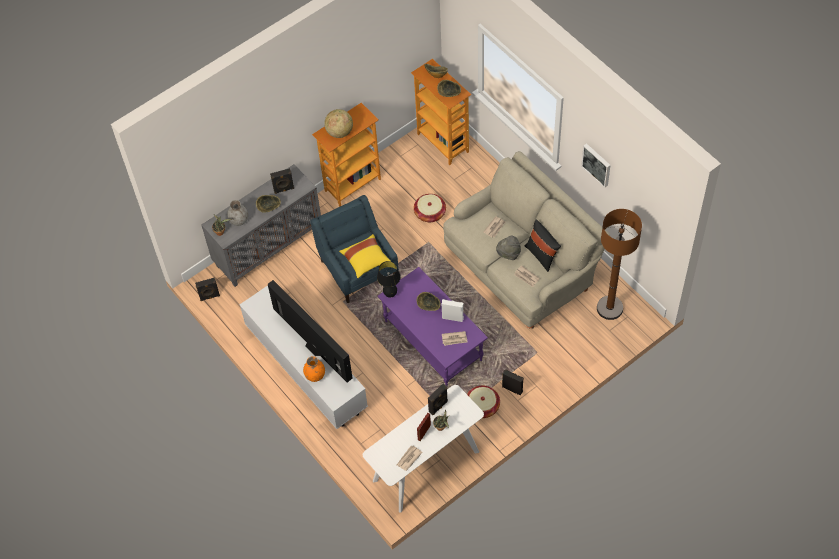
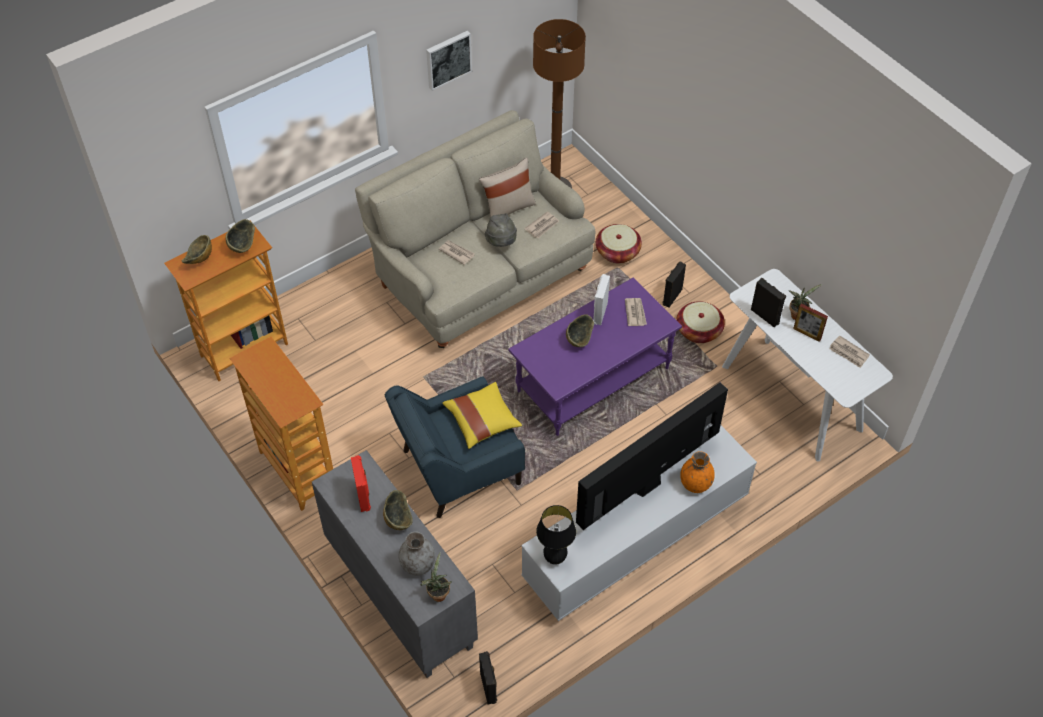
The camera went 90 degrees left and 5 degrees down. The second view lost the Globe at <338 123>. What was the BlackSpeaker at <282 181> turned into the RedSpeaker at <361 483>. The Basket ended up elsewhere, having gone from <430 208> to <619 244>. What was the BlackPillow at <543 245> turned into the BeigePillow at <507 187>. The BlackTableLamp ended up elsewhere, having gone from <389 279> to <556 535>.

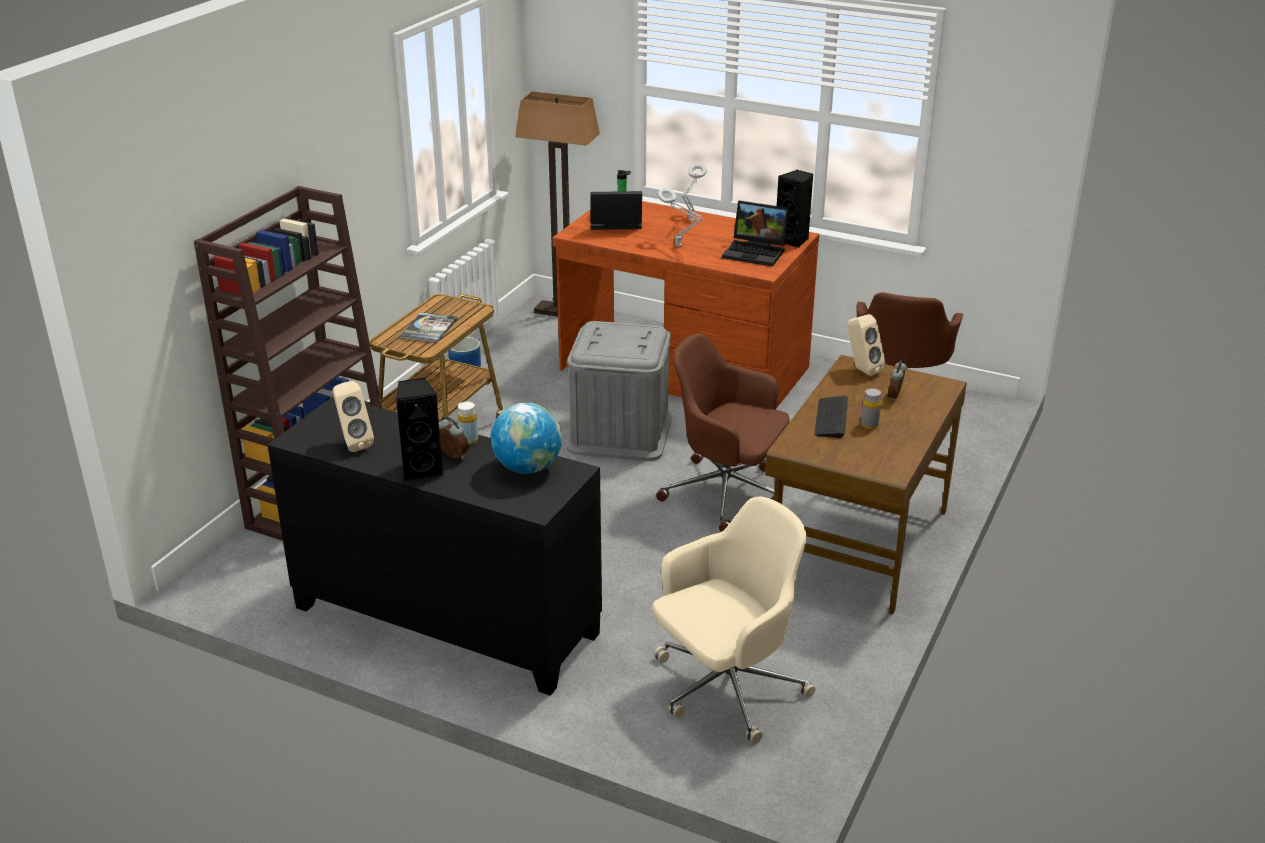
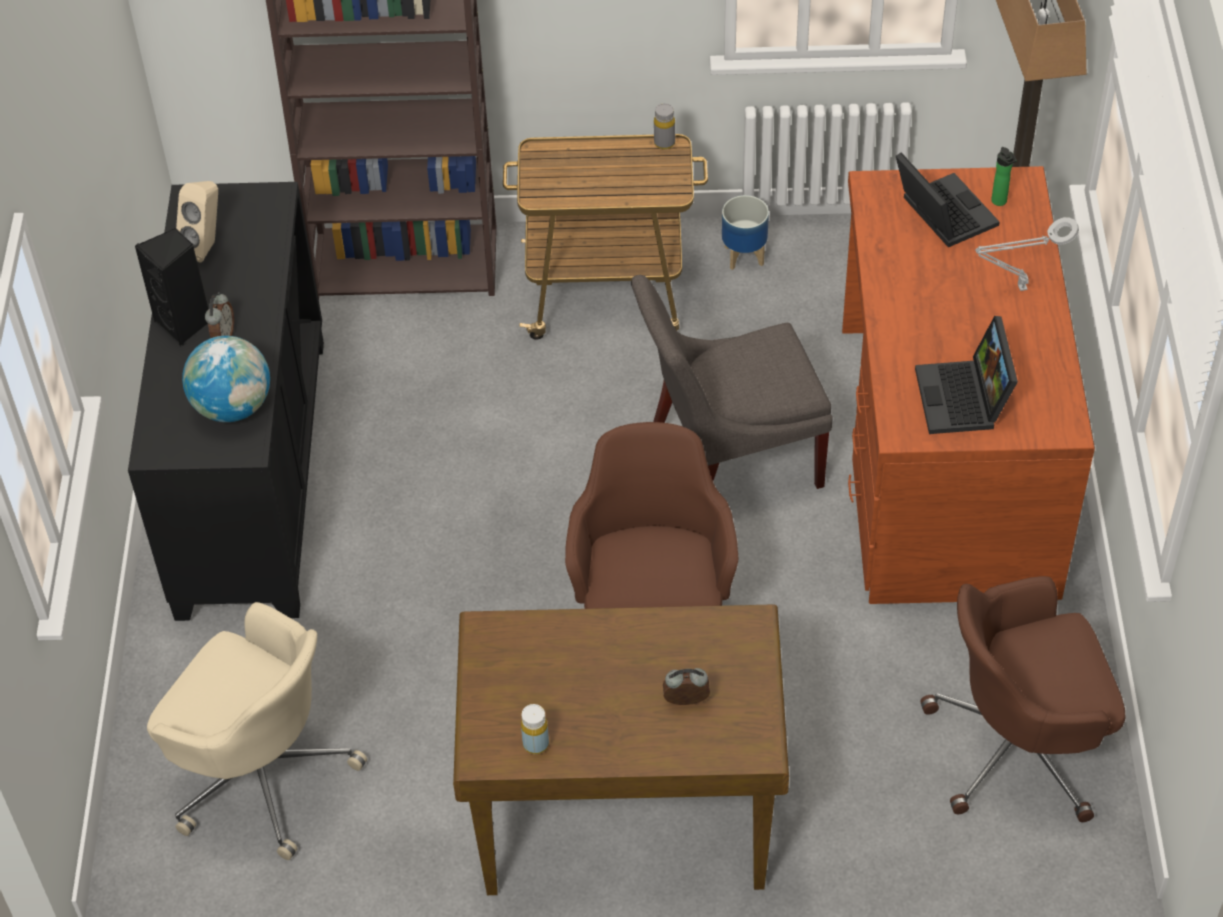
The camera went 65 degrees right and 20 degrees up. The second view lost the BlackSpeaker at <795 208>. The second view lost the GreyTableLamp at <679 217>. The second view lost the Book at <428 327>. The second view lost the BeigeSpeaker at <866 345>. Where the GreyStorageBox stood at <619 391>, the GreyChair came to stand at <732 382>. The GreyBottle ended up elsewhere, having gone from <871 408> to <664 126>. The second view lost the Keyboard at <831 417>. The YellowBottle ended up elsewhere, having gone from <467 423> to <535 729>.

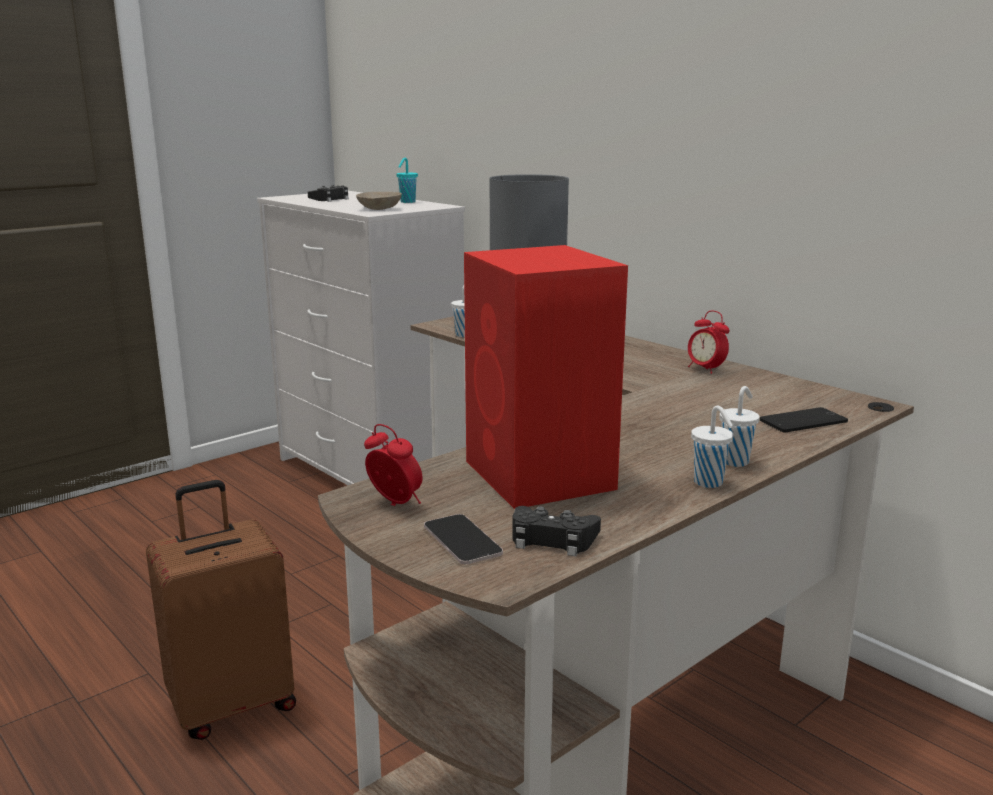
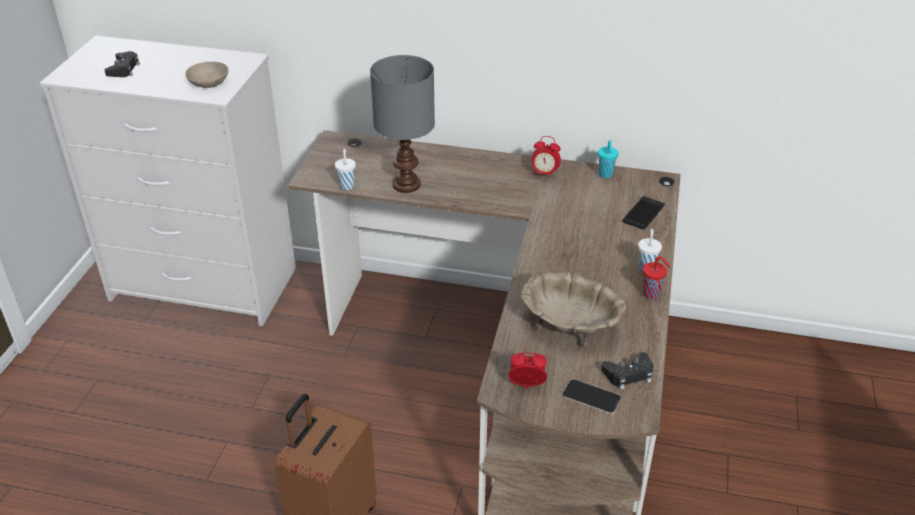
The camera went 35 degrees left and 20 degrees up. The TurquoiseCup ended up elsewhere, having gone from <407 180> to <608 159>. Where the RedSpeaker stood at <546 377>, the BeigeBowl came to stand at <573 310>. What was the WhiteCup at <712 446> turned into the RedCup at <657 277>.

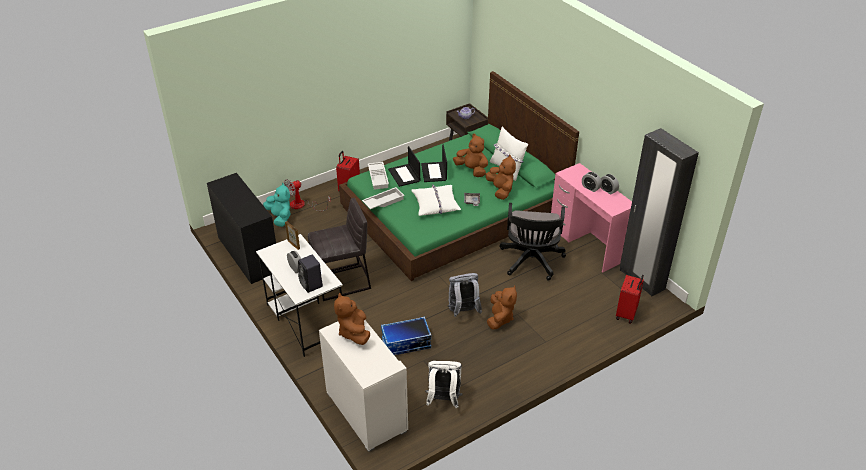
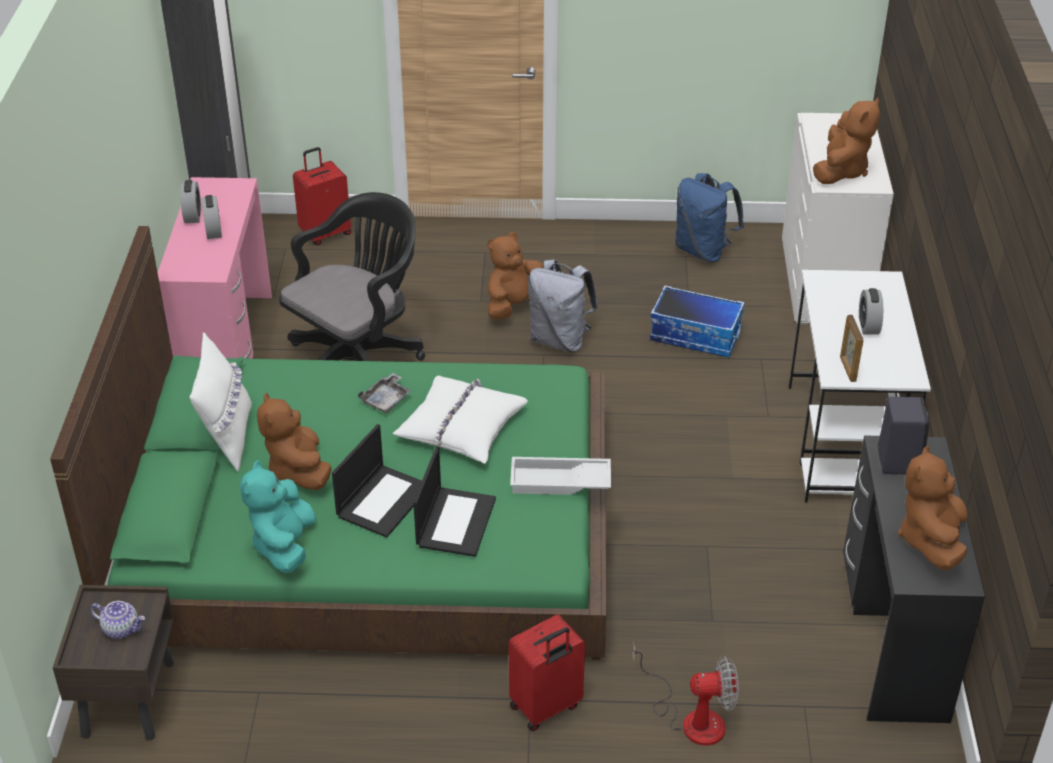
The camera went 145 degrees left and 0 degrees up. The BrownPlushToy ended up elsewhere, having gone from <501 177> to <933 507>. The second view lost the WhiteTray at <378 176>. The TurquoisePlushToy ended up elsewhere, having gone from <277 205> to <278 516>. The second view lost the GreyStool at <339 249>. The BlackSpeaker ended up elsewhere, having gone from <310 274> to <903 435>. What was the WhiteBackpack at <444 384> turned into the BlueBackpack at <709 218>.

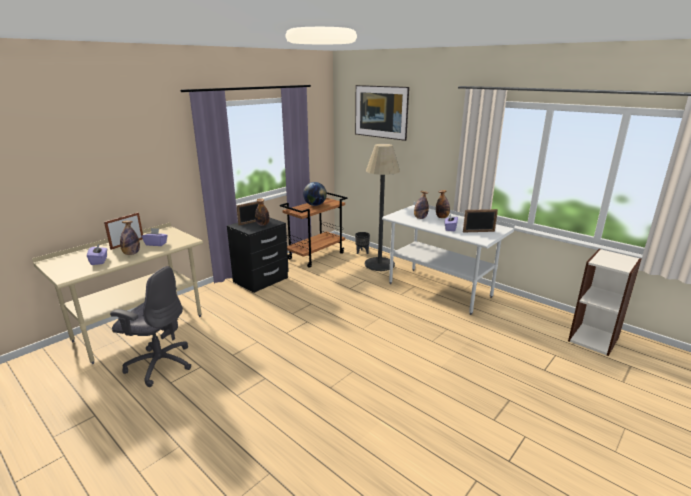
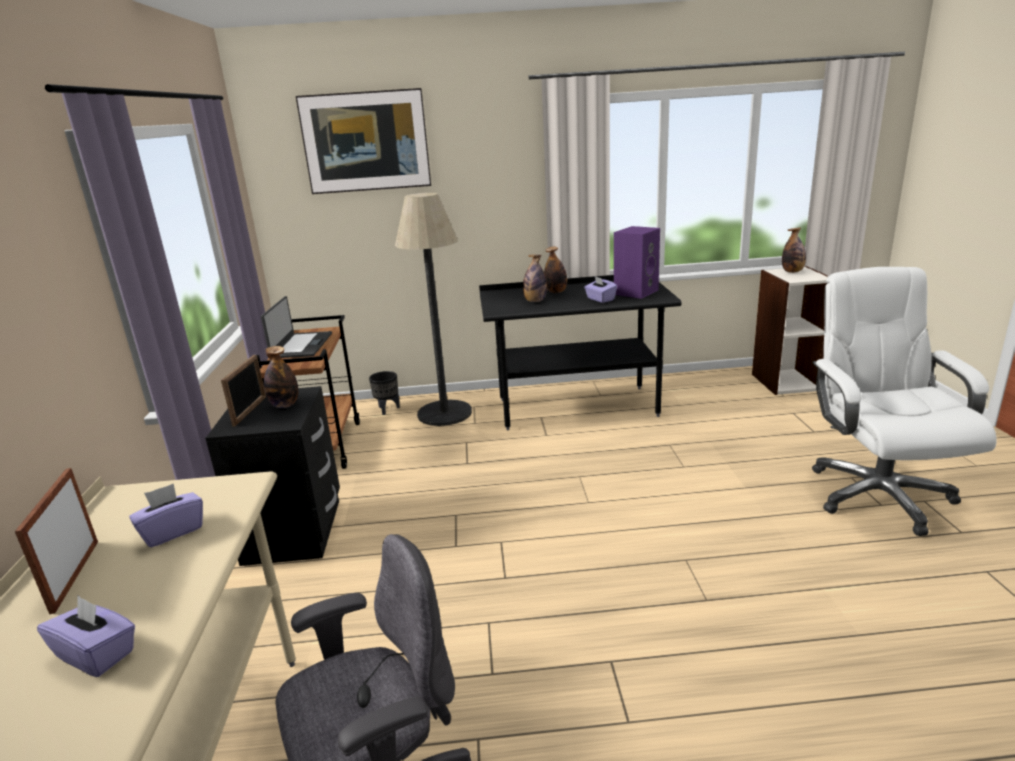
The camera went 45 degrees left and 0 degrees up. Where the Globe stood at <315 194>, the Laptop came to stand at <296 327>. What was the WhiteDesk at <448 258> turned into the BlackDesk at <580 352>. Where the PictureFrame stood at <480 220>, the PurpleSpeaker came to stand at <637 262>. The Bottle ended up elsewhere, having gone from <130 237> to <794 250>. The second view gained the WhiteOfficeChair at <904 401>.

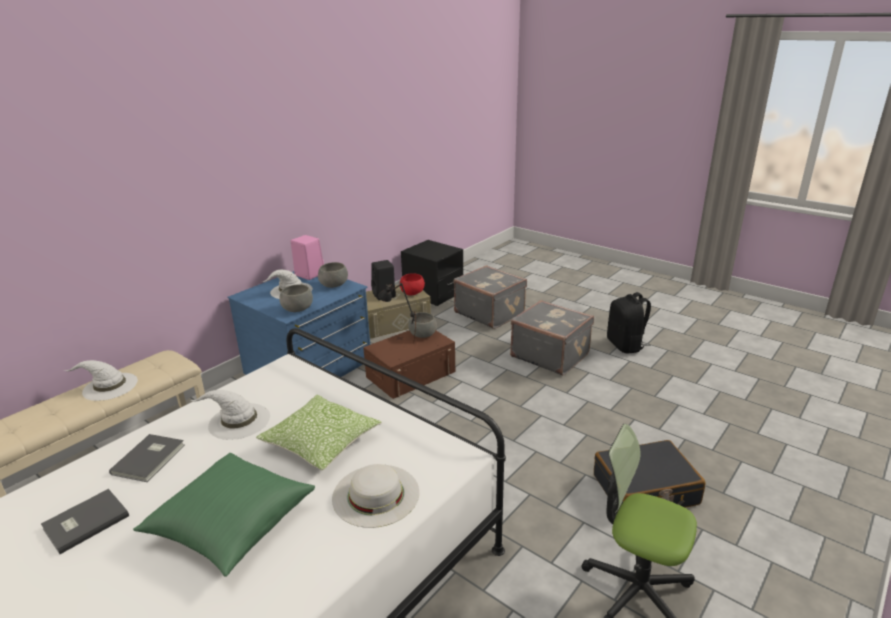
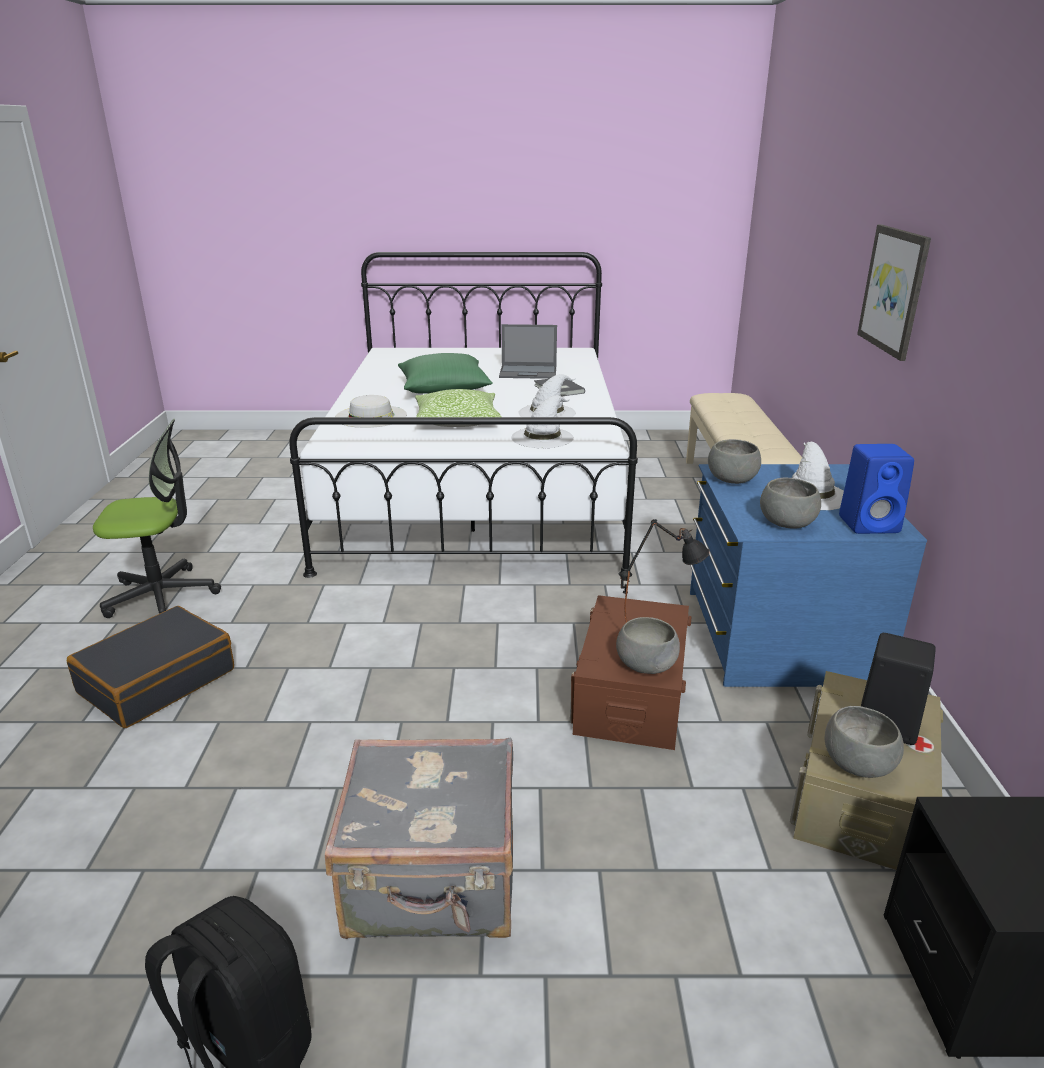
The camera went 140 degrees right and 0 degrees up. What was the PinkSpeaker at <307 257> turned into the BlueSpeaker at <876 489>. The second view lost the GreySuitcase at <490 297>. What was the RedBowl at <412 284> turned into the GreyBowl at <864 742>. The WhiteHat ended up elsewhere, having gone from <101 380> to <542 421>. Where the GreyBook stood at <85 521>, the Laptop came to stand at <528 351>. The second view gained the Picture at <894 293>.

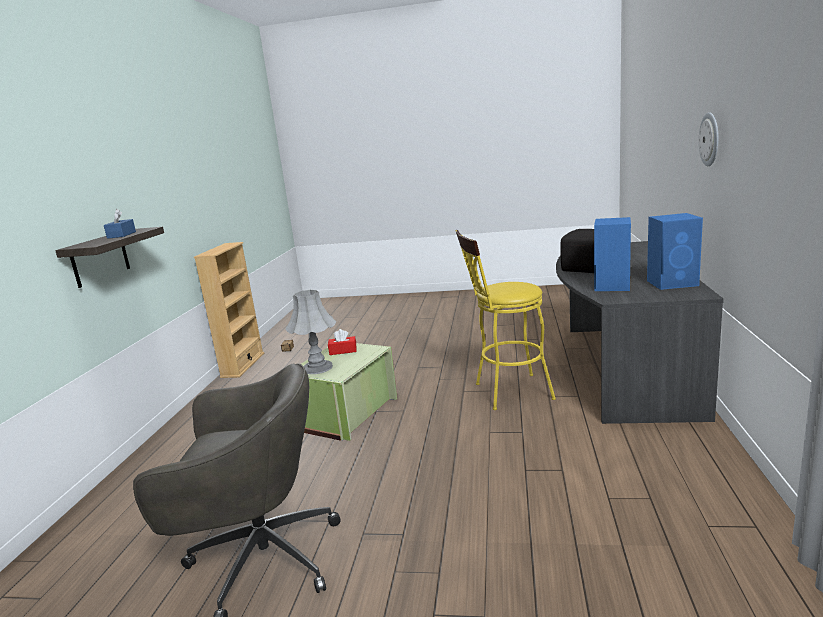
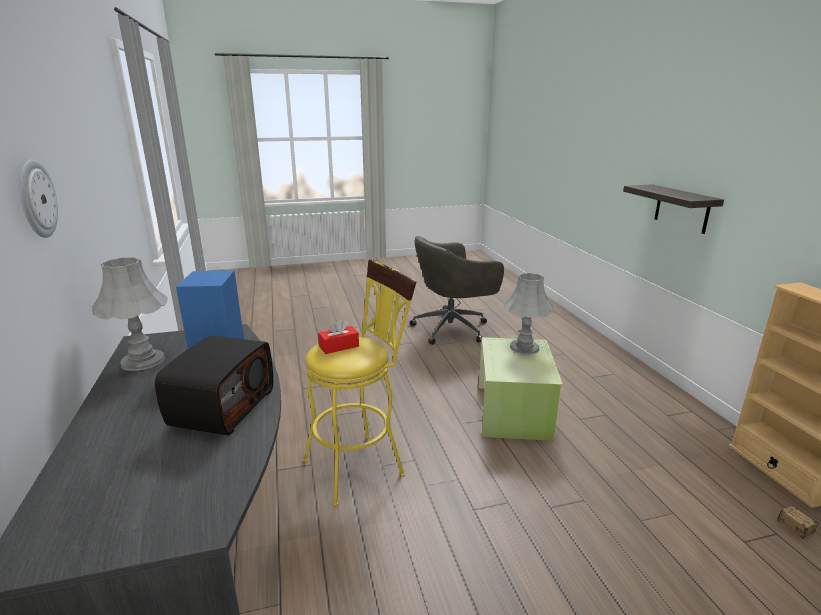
The camera went 155 degrees right and 5 degrees up. The second view lost the BlueTissueBox at <120 224>. Where the BlueSpeaker stood at <675 251>, the GreyTableLamp came to stand at <129 314>. The RedTissueBox ended up elsewhere, having gone from <342 342> to <338 336>.

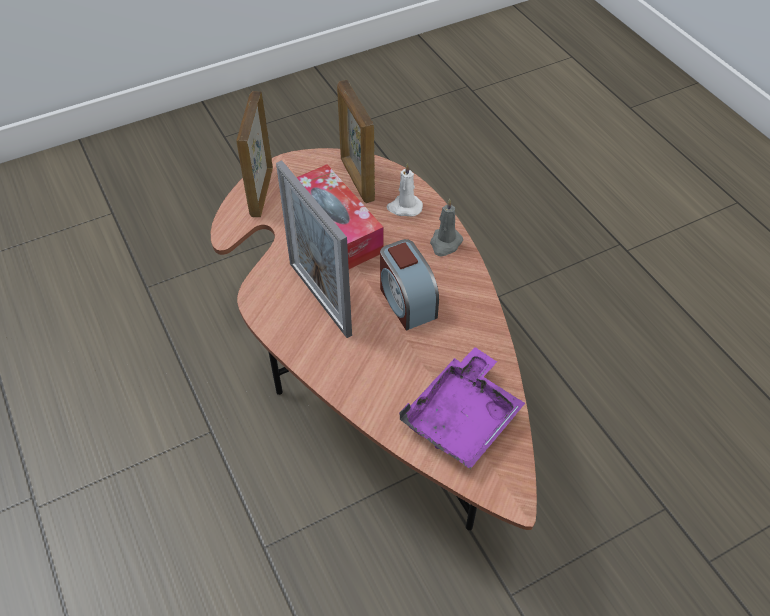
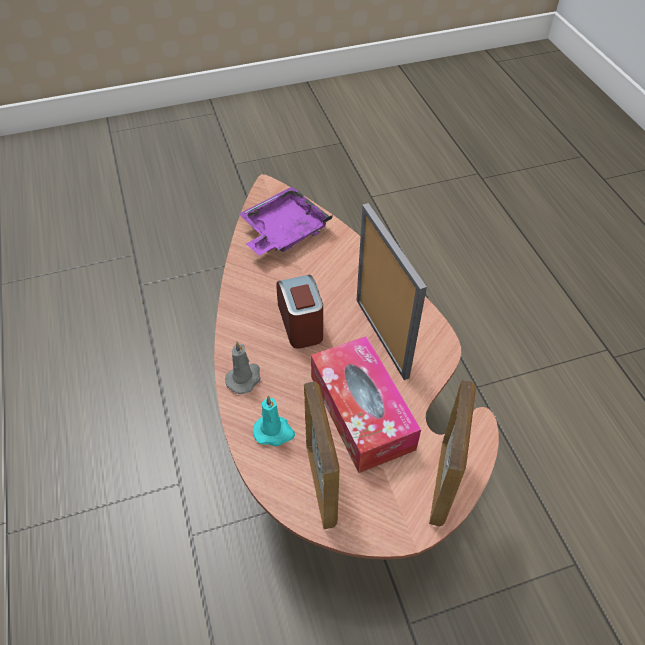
The camera went 170 degrees left and 0 degrees up. What was the WhiteCandle at <405 189> turned into the TurquoiseCandle at <274 421>.

